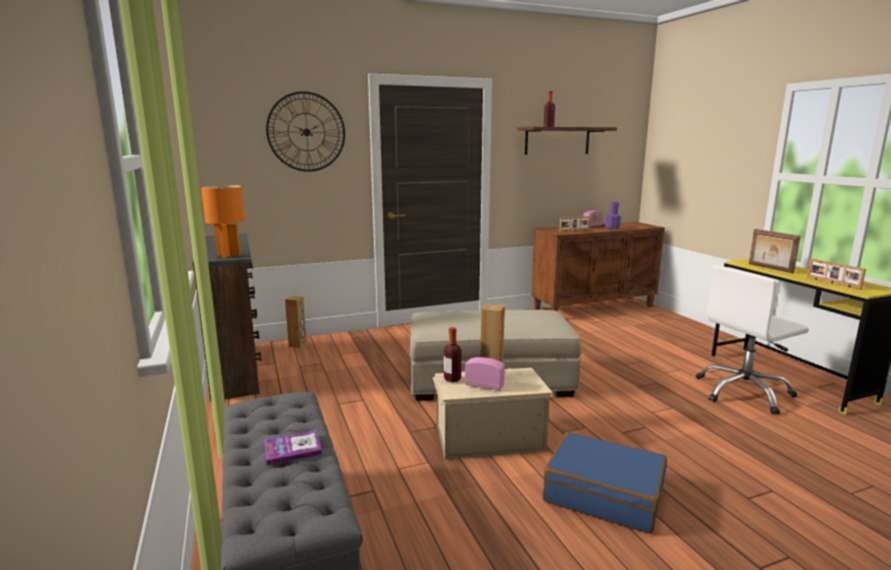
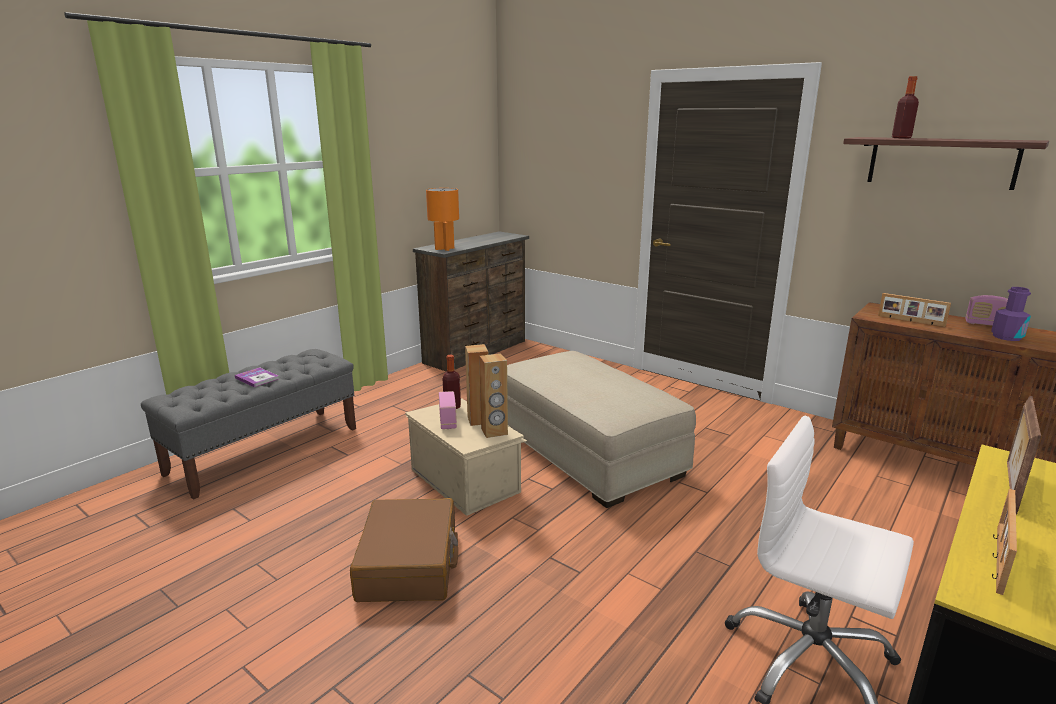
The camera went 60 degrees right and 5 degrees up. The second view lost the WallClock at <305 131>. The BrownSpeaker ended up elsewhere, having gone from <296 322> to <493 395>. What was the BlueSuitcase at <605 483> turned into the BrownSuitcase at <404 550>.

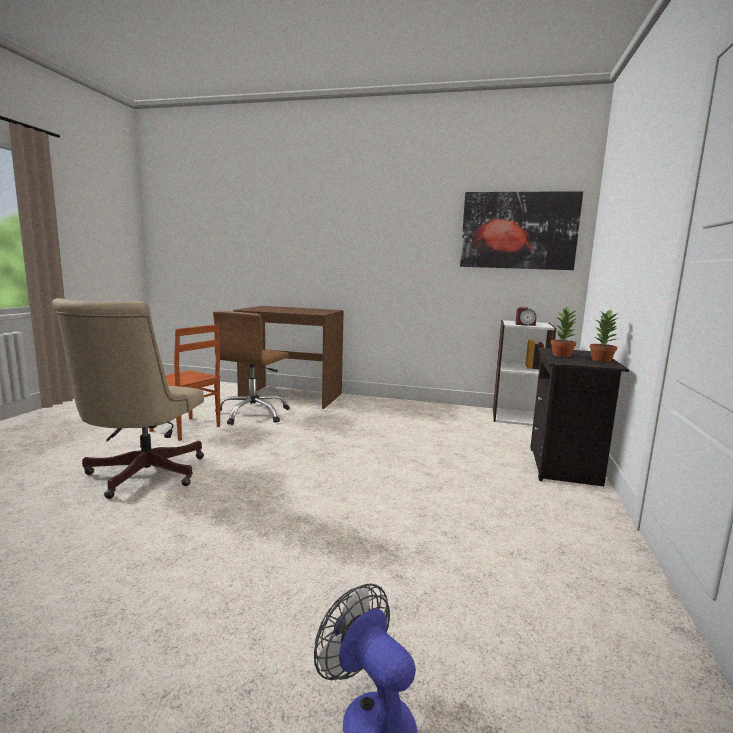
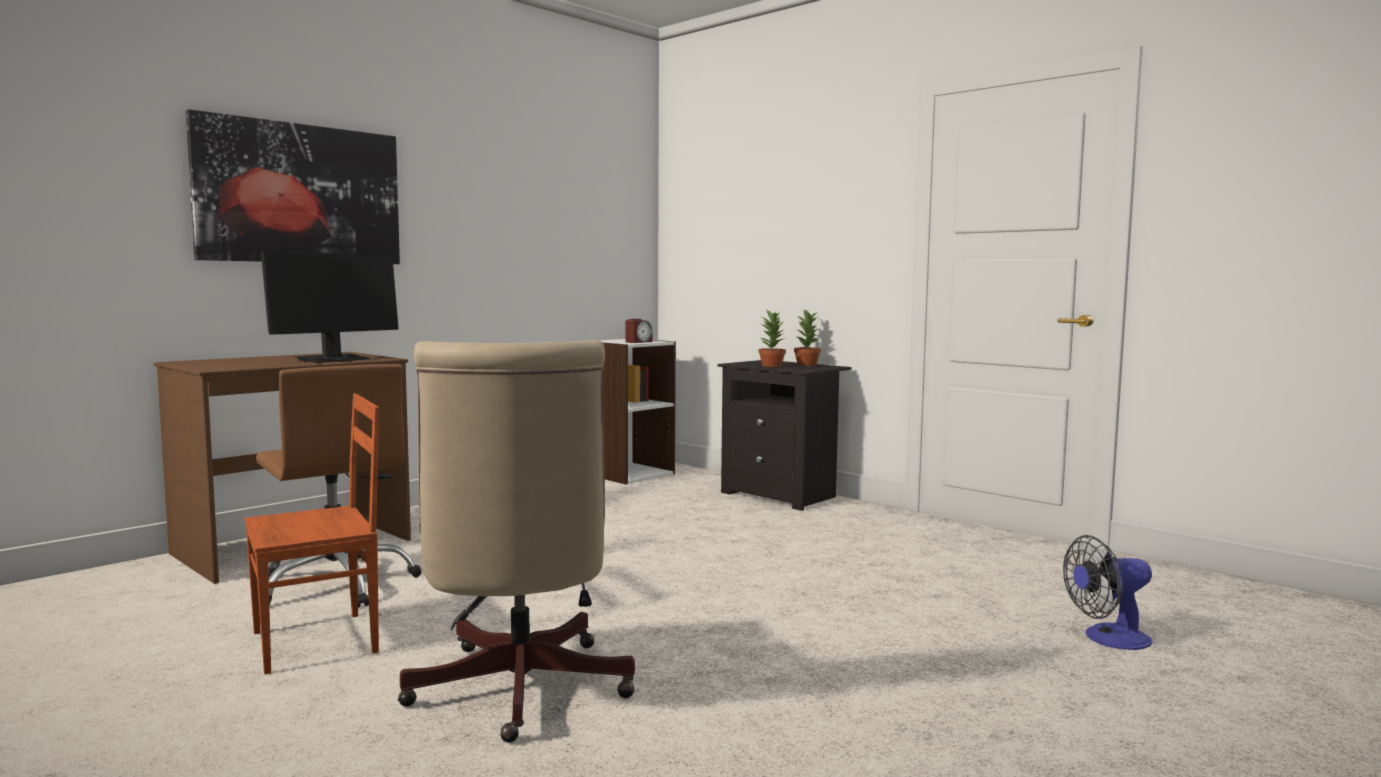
The camera went 60 degrees left and 5 degrees down. The Picture ended up elsewhere, having gone from <521 230> to <293 186>. The BeigeOfficeChair at <128 398> ended up facing another way, 45 degrees clockwise from before. The second view gained the Monitor at <330 306>.

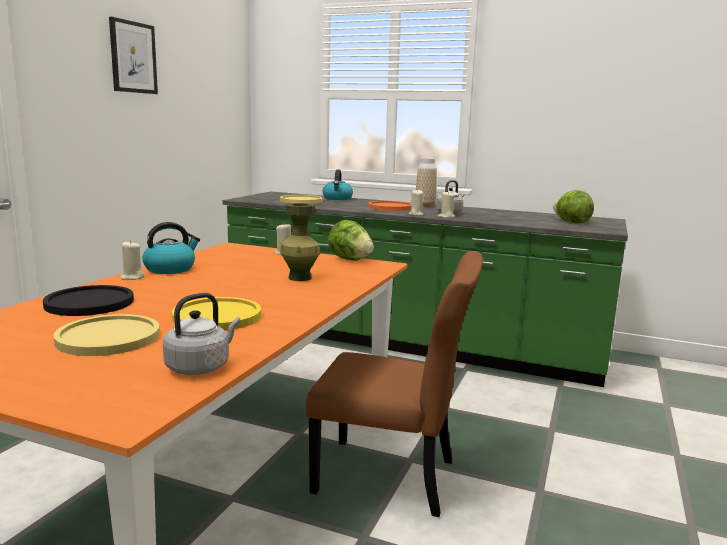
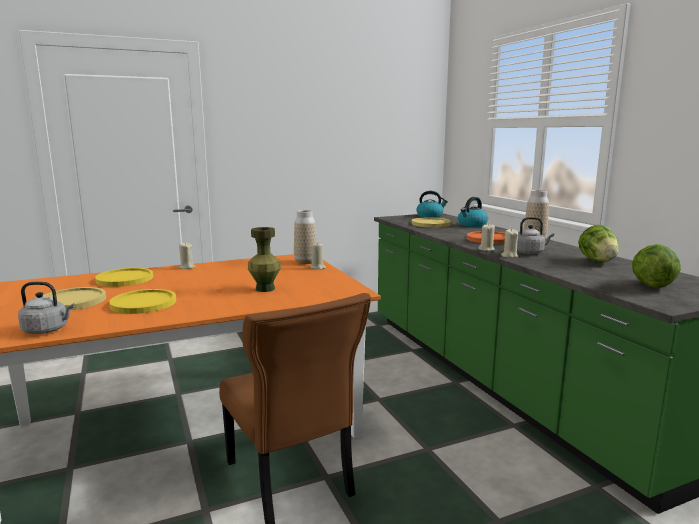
The camera went 45 degrees right and 0 degrees up. The second view lost the Picture at <133 55>. The Lettuce ended up elsewhere, having gone from <351 240> to <598 244>. The Kettle ended up elsewhere, having gone from <171 248> to <432 204>. What was the BlackPlate at <88 300> turned into the YellowPlate at <124 277>. The second view gained the Vase at <305 237>.

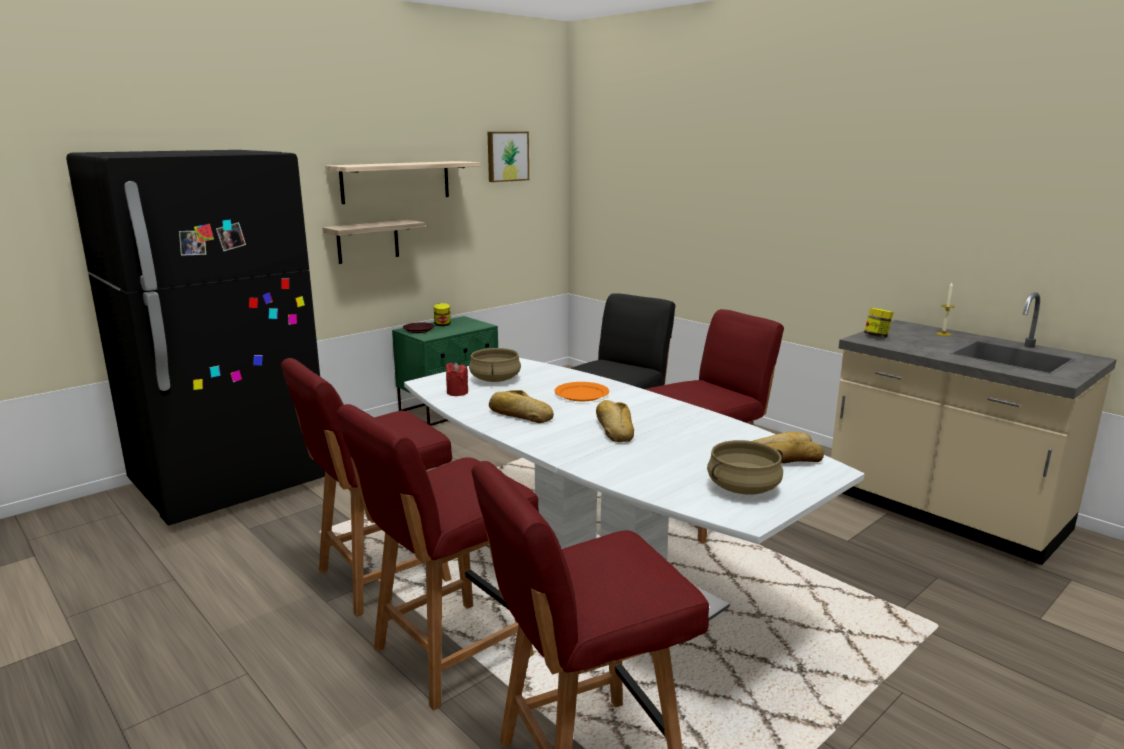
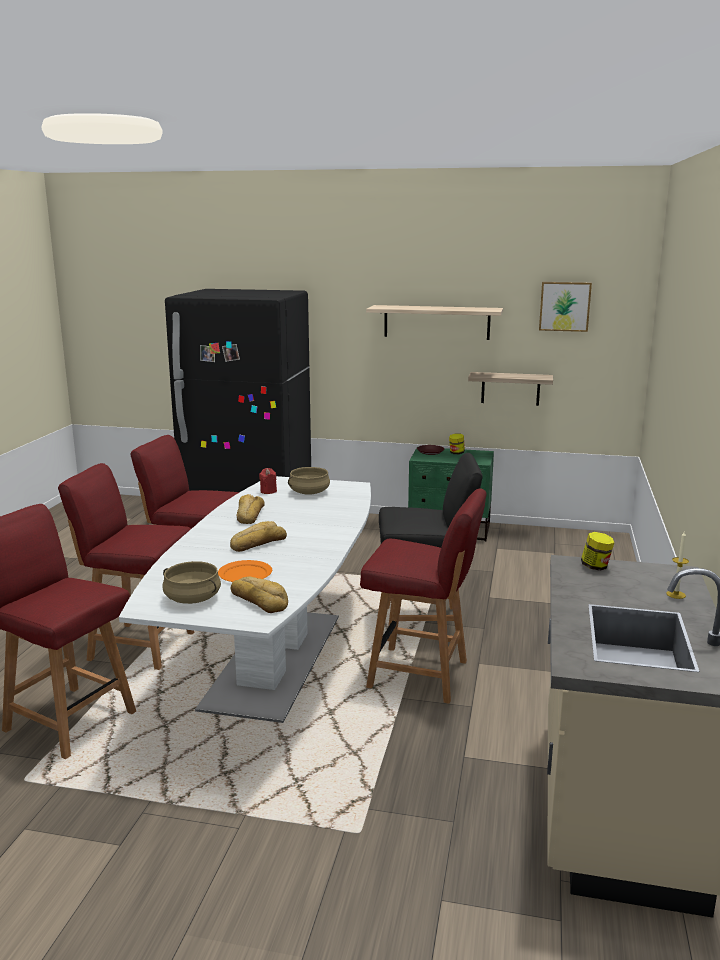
The camera went 55 degrees right and 0 degrees up. The Shelf ended up elsewhere, having gone from <373 242> to <510 389>. The OrangePlate ended up elsewhere, having gone from <581 391> to <245 571>.

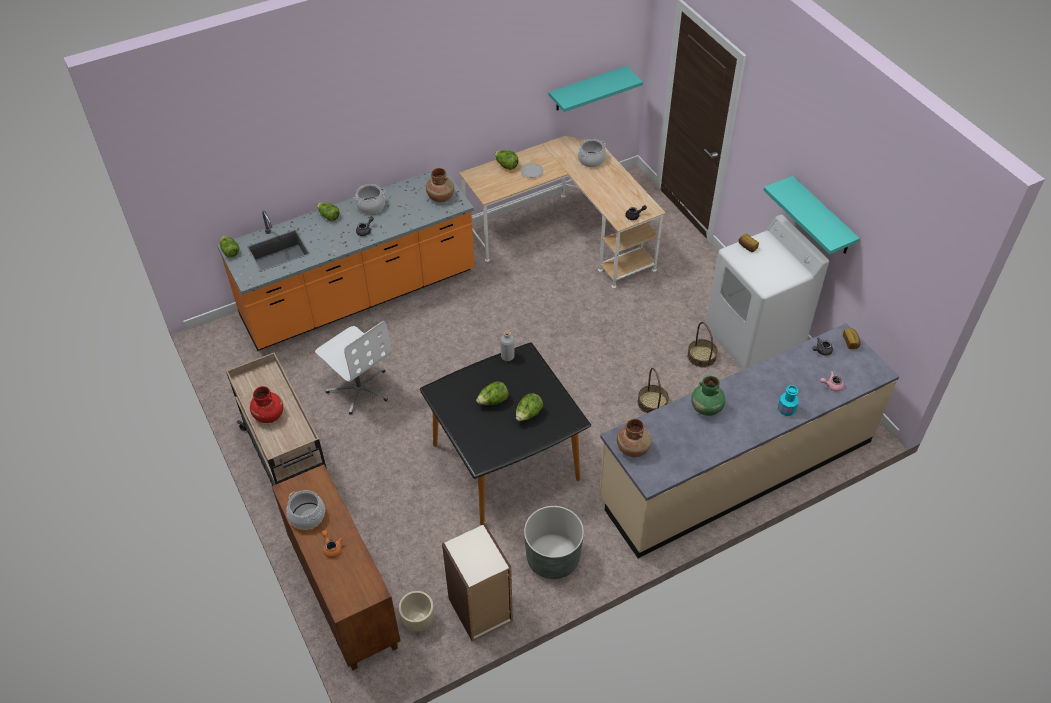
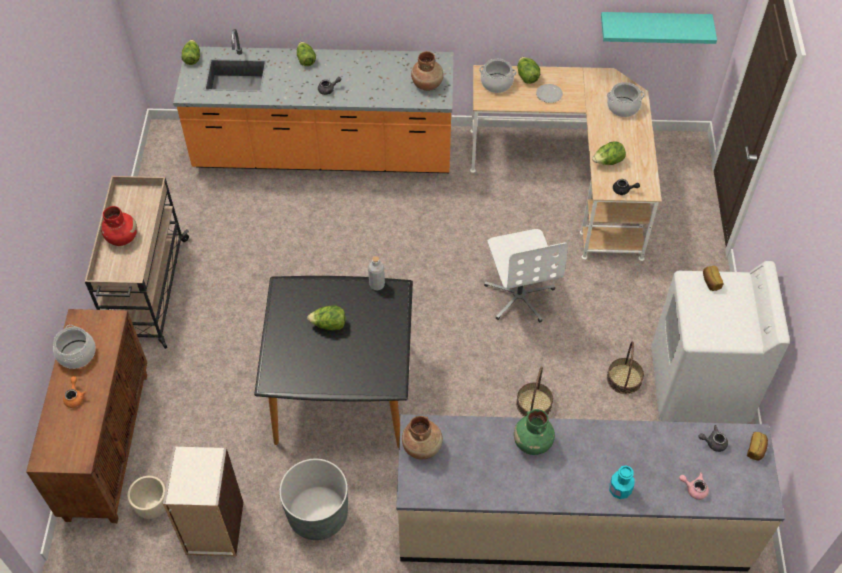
The camera went 30 degrees right and 5 degrees up. The second view lost the TurquoiseShelf at <811 215>. The CookingPot ended up elsewhere, having gone from <369 199> to <497 76>. The WhiteOfficeChair ended up elsewhere, having gone from <353 368> to <526 275>. The Lettuce ended up elsewhere, having gone from <529 407> to <609 153>.

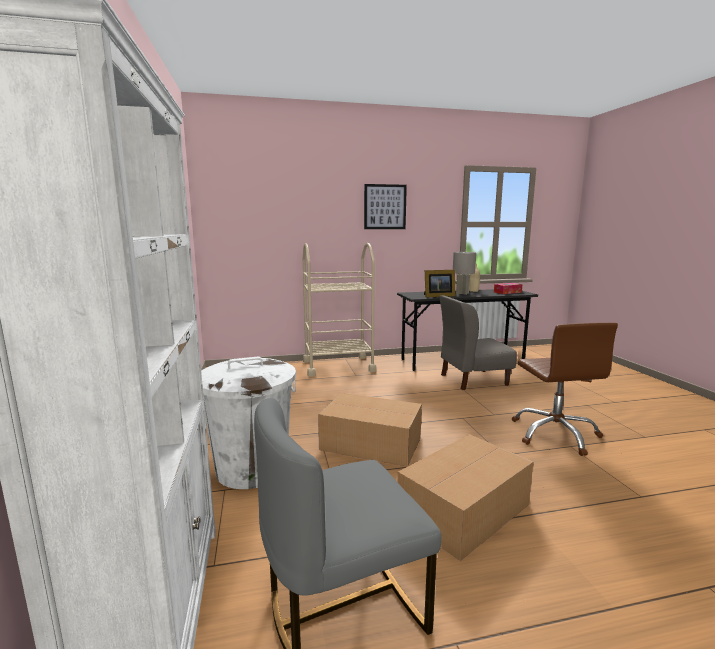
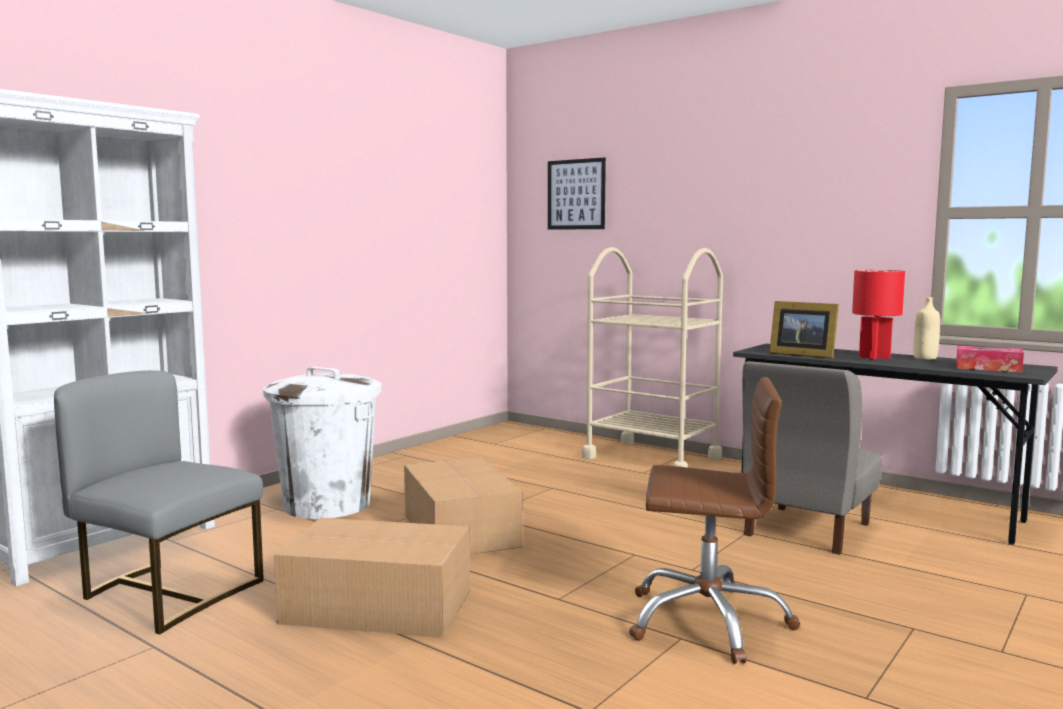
The camera went 50 degrees right and 5 degrees down. The Picture ended up elsewhere, having gone from <385 206> to <577 194>. What was the GreyTableLamp at <464 273> turned into the RedTableLamp at <878 315>. The GreyChair at <478 342> ended up facing another way, 90 degrees counterclockwise from before. The BrownOfficeChair at <565 389> ended up facing another way, 120 degrees counterclockwise from before.

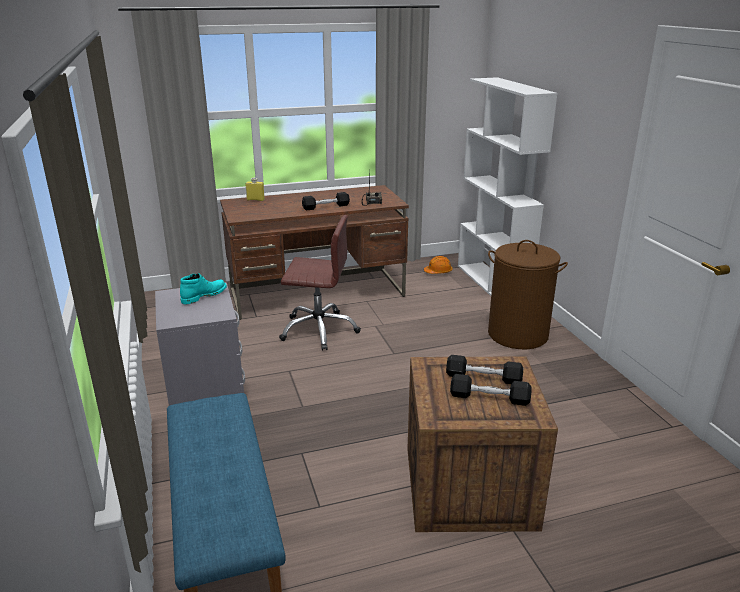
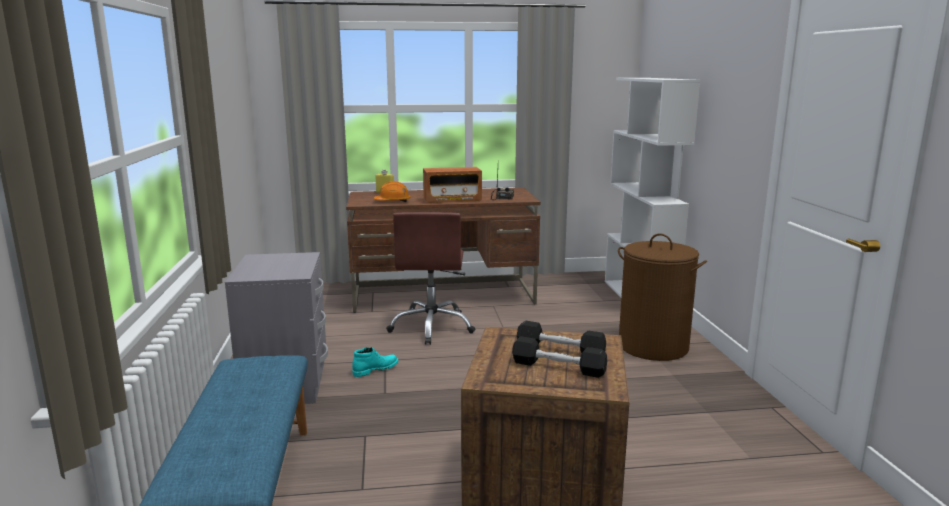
The camera went 10 degrees right and 10 degrees down. Where the BlackDumbbell stood at <326 201>, the Radio came to stand at <452 185>. The BrownOfficeChair at <320 283> ended up facing another way, 75 degrees clockwise from before. The OrangeHardHat ended up elsewhere, having gone from <438 265> to <392 191>. The TurquoiseBoot ended up elsewhere, having gone from <203 288> to <375 362>.

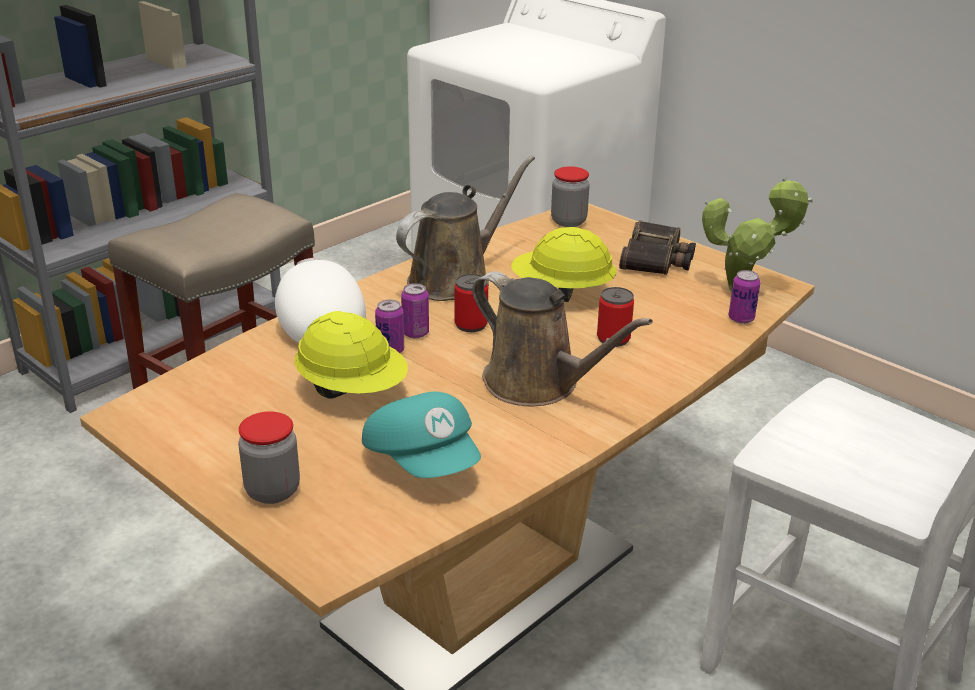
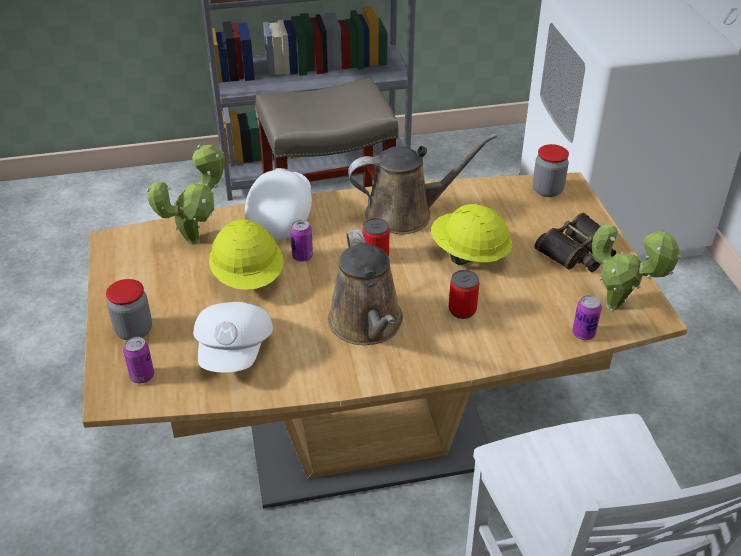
The camera went 35 degrees right and 10 degrees up. The Can ended up elsewhere, having gone from <415 311> to <138 360>. What was the TurquoiseCap at <421 435> turned into the WhiteCap at <233 337>. The second view gained the PottedPlant at <186 194>.

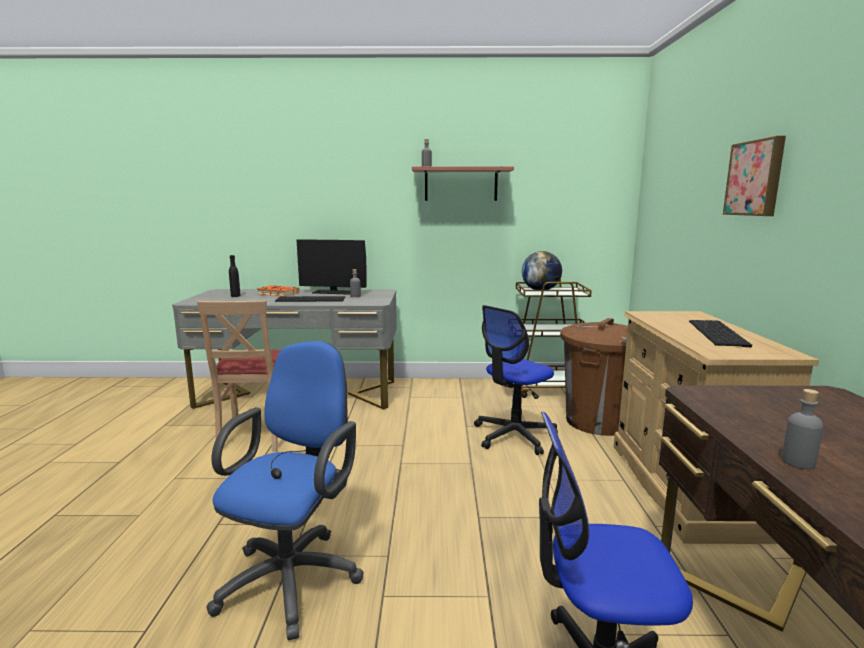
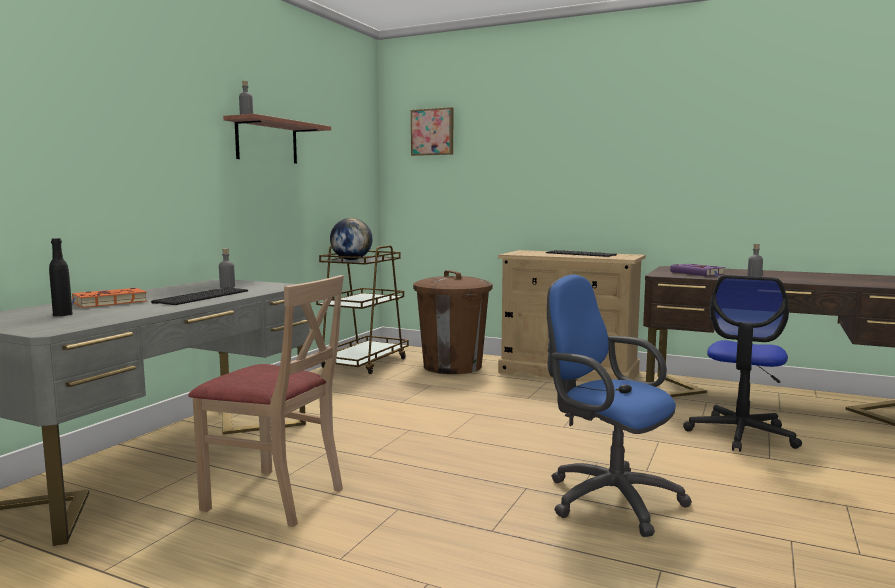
The camera went 65 degrees left and 5 degrees down. The Picture ended up elsewhere, having gone from <754 176> to <432 131>. The second view lost the Monitor at <332 267>. The second view lost the OfficeChair at <516 380>. The second view gained the PurpleBook at <697 270>.

